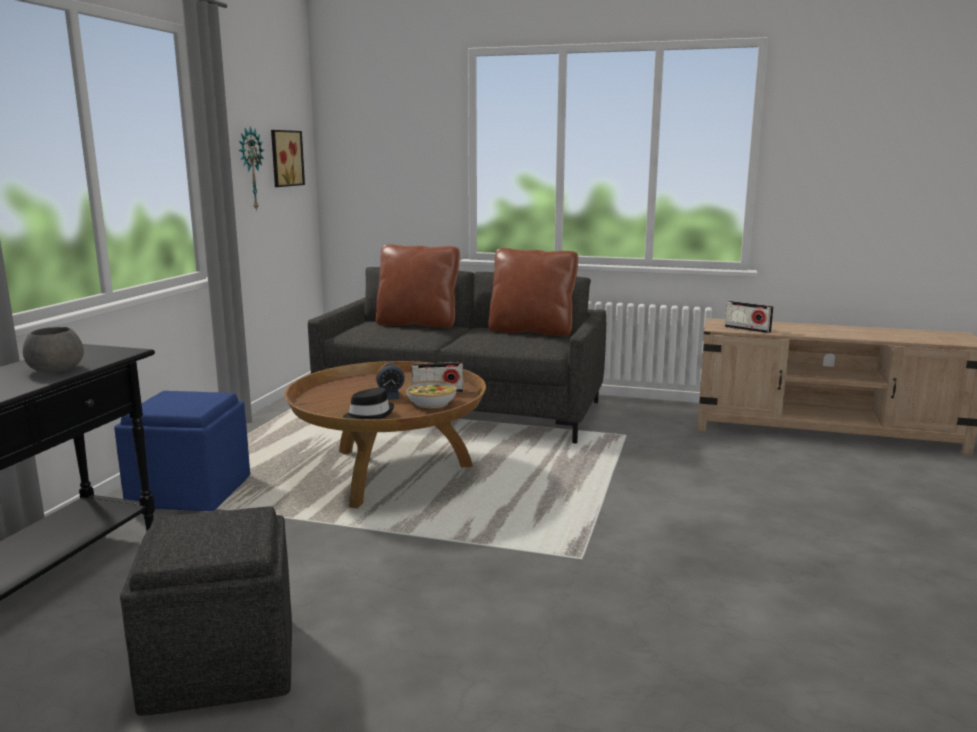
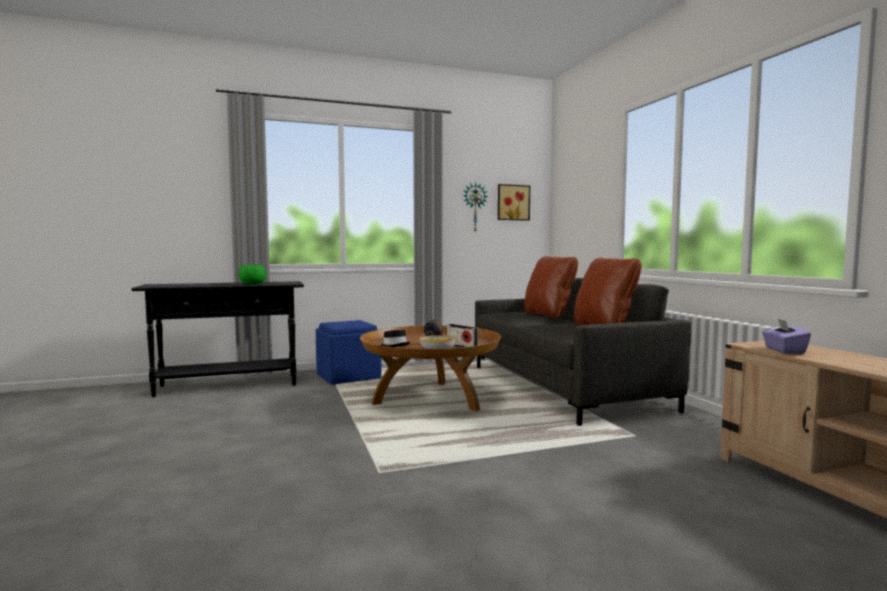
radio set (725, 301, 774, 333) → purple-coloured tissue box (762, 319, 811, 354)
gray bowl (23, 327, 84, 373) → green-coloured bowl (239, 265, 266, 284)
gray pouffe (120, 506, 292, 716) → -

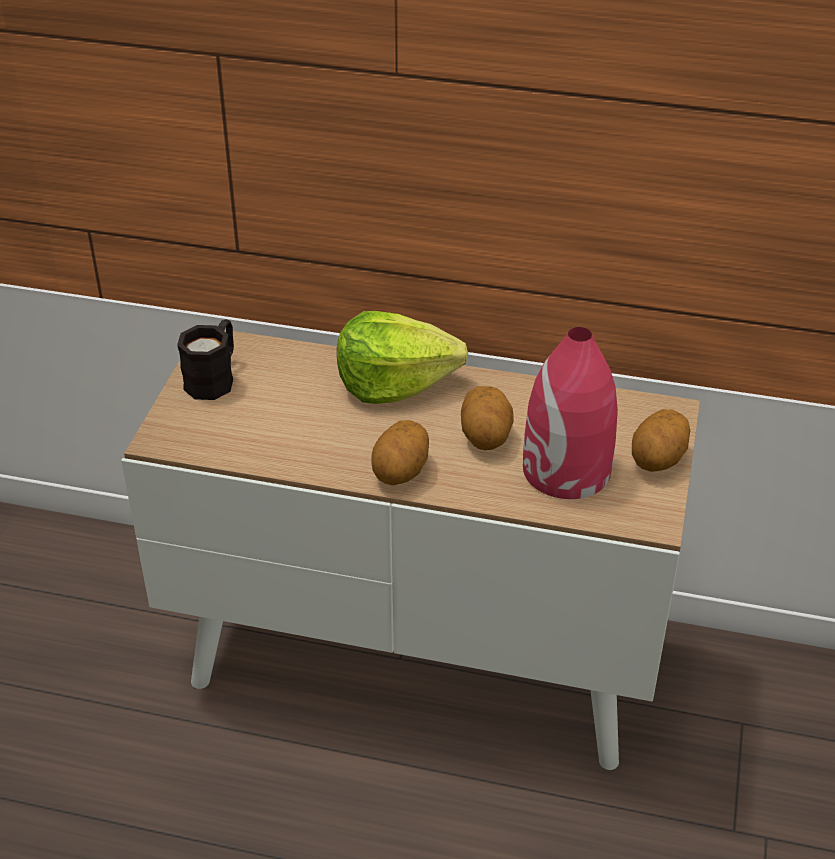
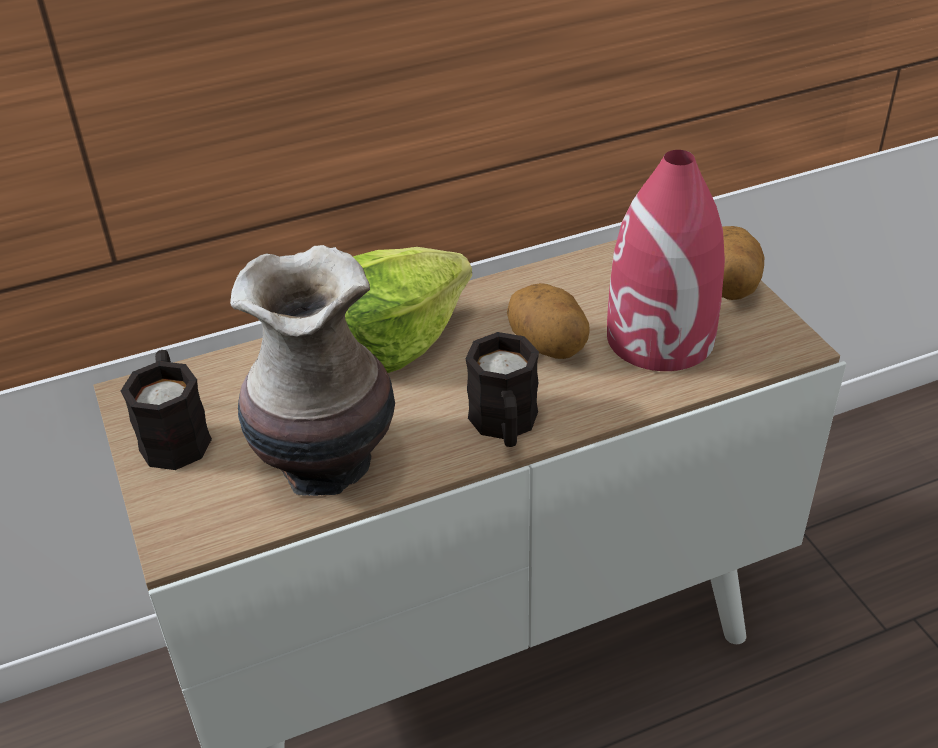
whole potato (371, 420, 429, 485) → black tea mug (465, 332, 539, 447)
- → flower vase (230, 245, 395, 496)

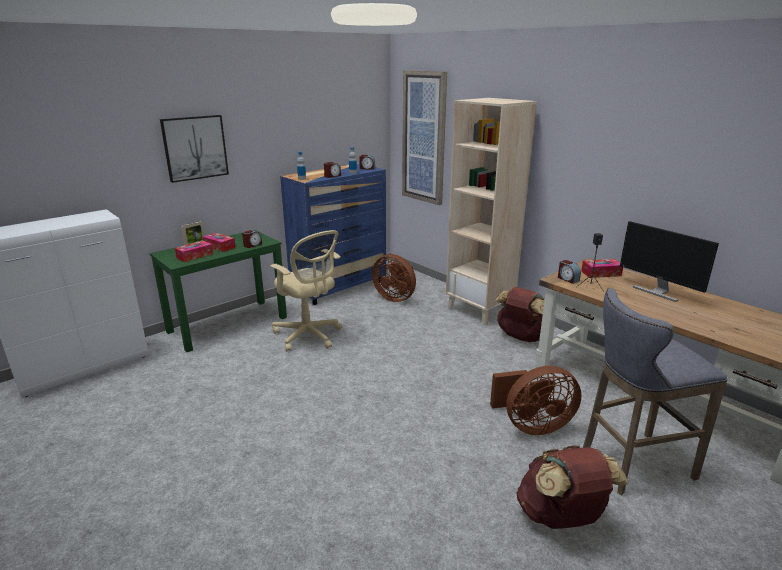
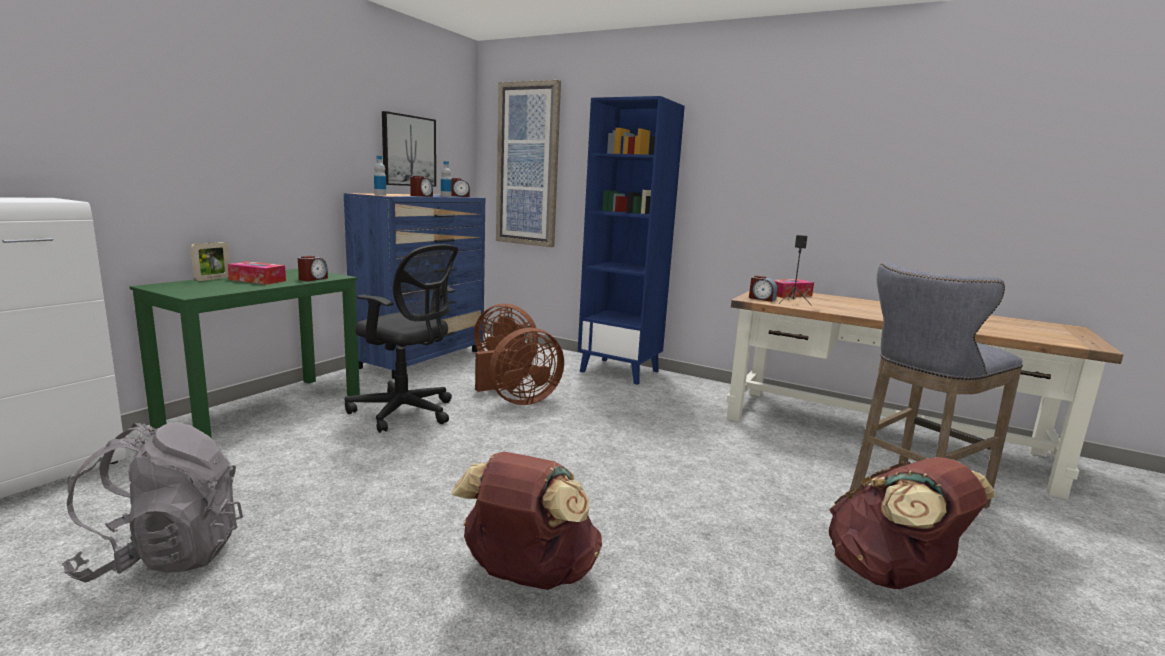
beige bookshelf (446, 98, 537, 325) → blue bookshelf (578, 96, 685, 385)
wall picture (160, 115, 229, 183) → wall picture (382, 111, 436, 187), relocated
computer display (620, 221, 719, 302) → -
beige office chair (270, 230, 342, 352) → black office chair (344, 244, 458, 433)
tissue box (175, 241, 213, 262) → -
brownish backpack (495, 287, 544, 342) → brownish backpack (451, 452, 602, 590), relocated
brownish electric fan (490, 366, 582, 435) → brownish electric fan (475, 328, 564, 405), relocated
- → gray backpack (62, 423, 243, 583)

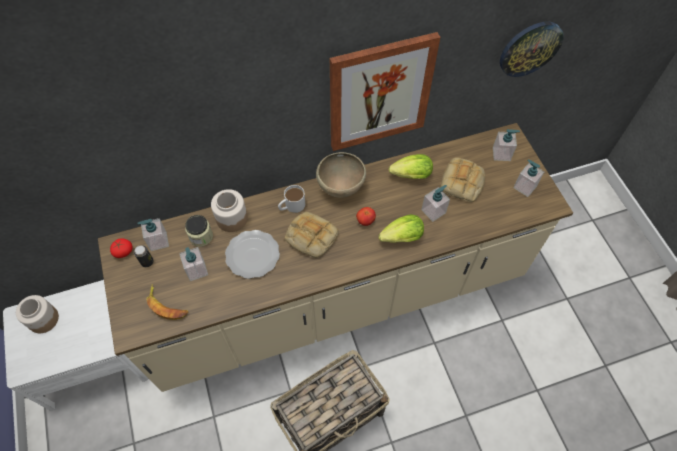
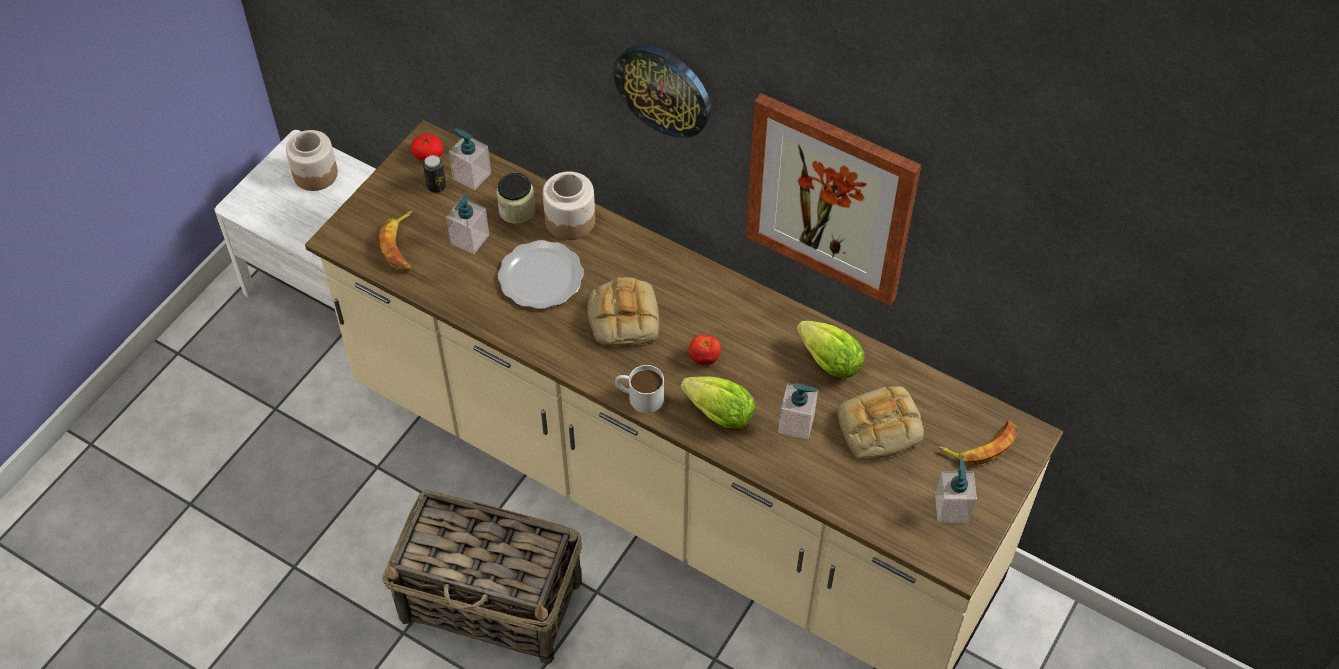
wall clock (500, 22, 564, 77) → wall clock (613, 45, 711, 138), relocated
soap bottle (493, 129, 520, 161) → banana fruit (938, 421, 1018, 464)
brownish bowl (316, 152, 366, 198) → -
white tea mug (278, 185, 305, 213) → white tea mug (615, 365, 664, 413), relocated

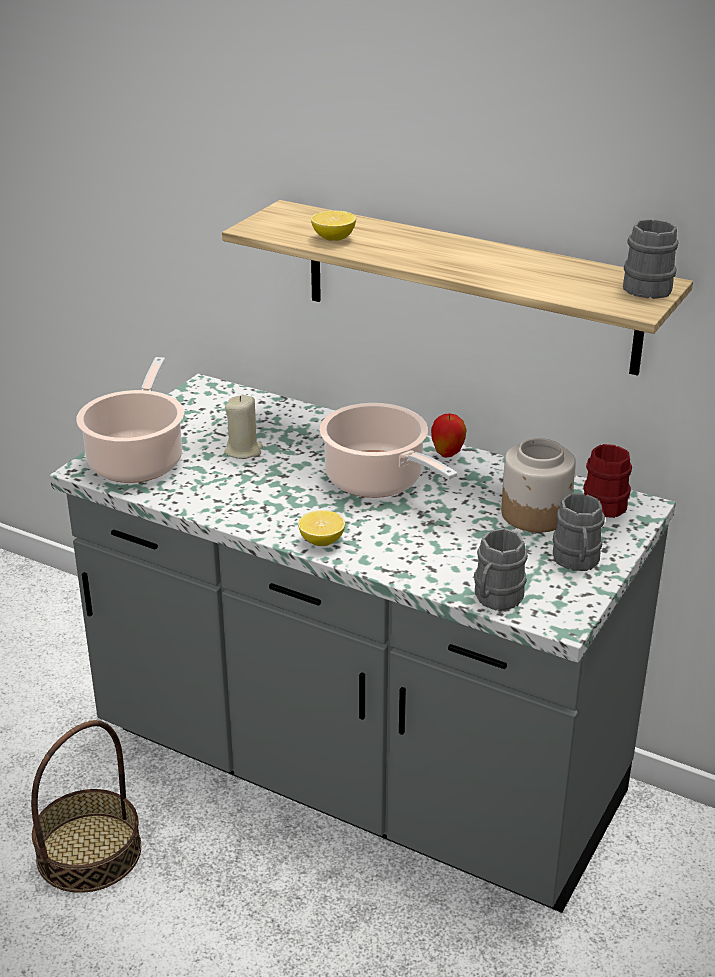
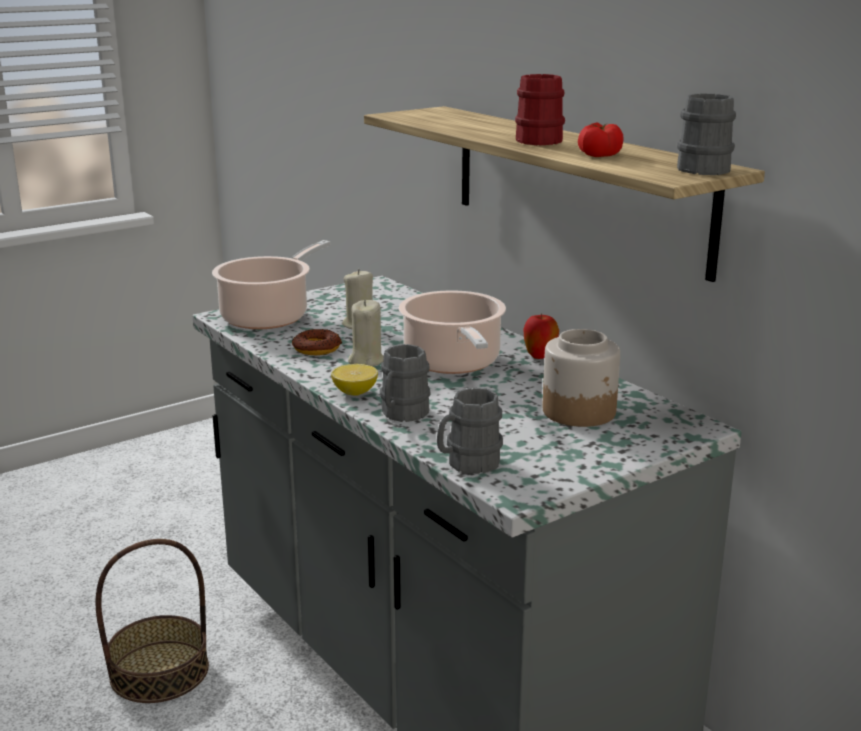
citrus fruit (311, 210, 356, 241) → -
red tea mug (583, 444, 632, 518) → red tea mug (515, 74, 565, 145), relocated
gray tea mug (553, 493, 605, 571) → gray tea mug (380, 344, 431, 422), relocated
- → fresh tomato (578, 122, 624, 157)
- → beige wax light (348, 300, 384, 367)
- → donut (292, 329, 342, 355)

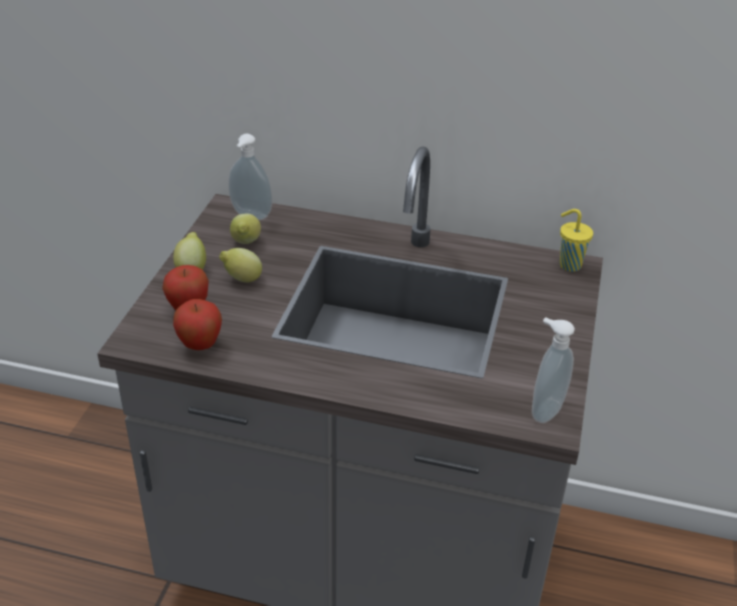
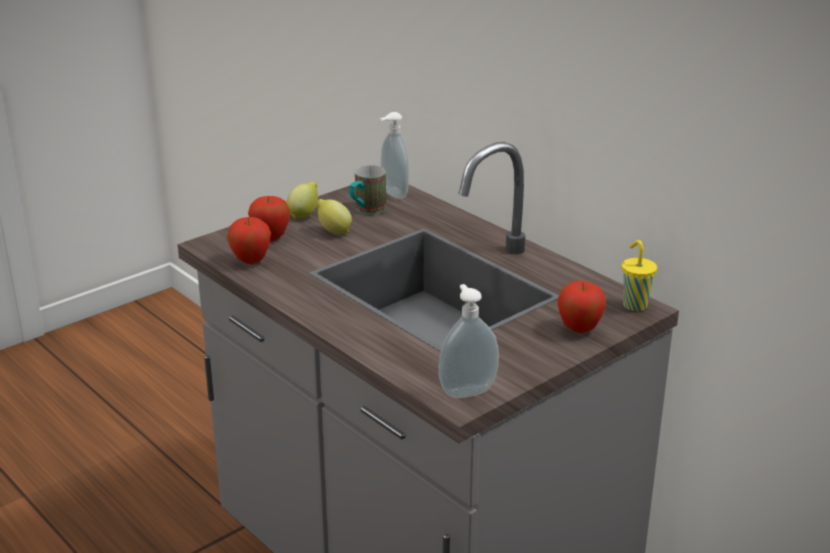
citrus fruit (230, 213, 261, 244) → tea mug (349, 165, 386, 214)
- → apple fruit (557, 280, 606, 333)

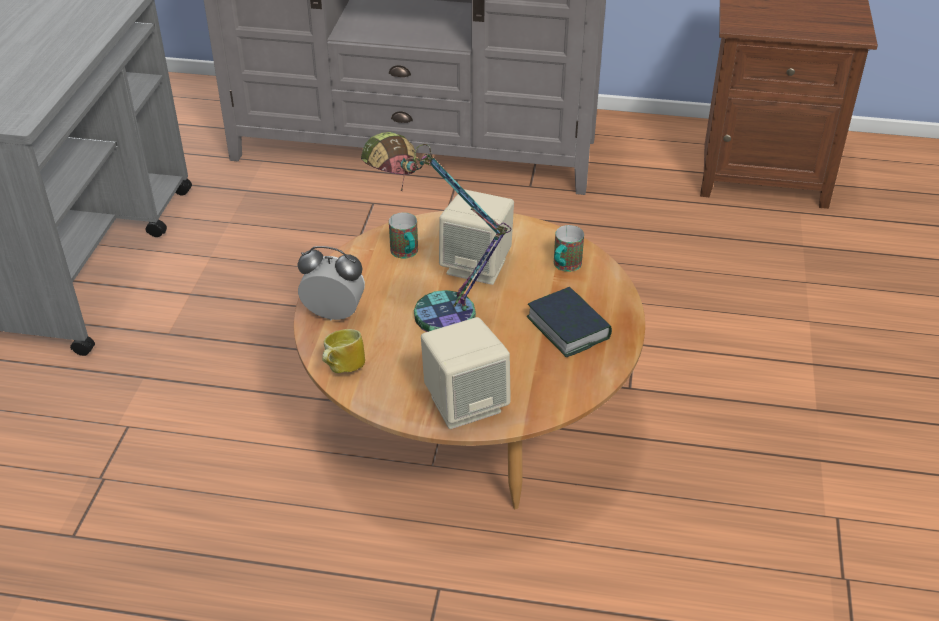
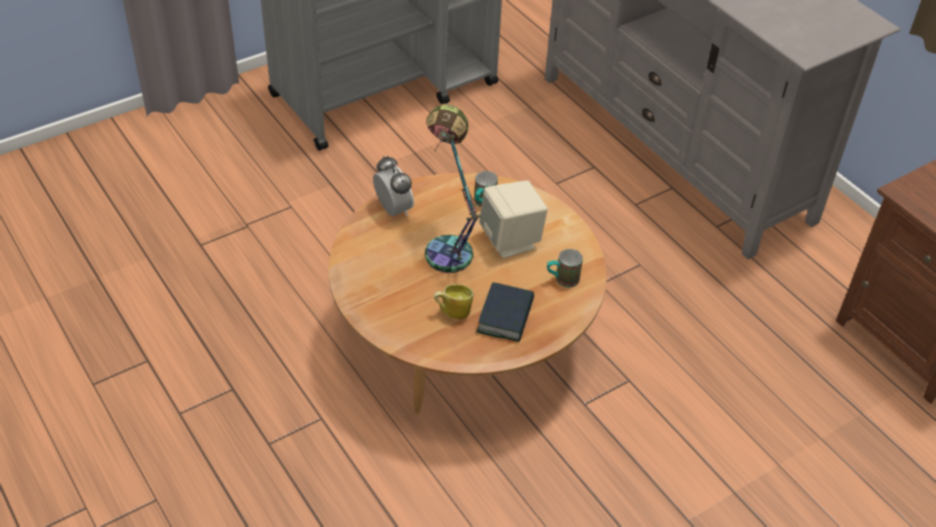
beige speaker (421, 317, 511, 429) → -
tea mug (322, 329, 365, 373) → tea mug (434, 284, 474, 320), relocated

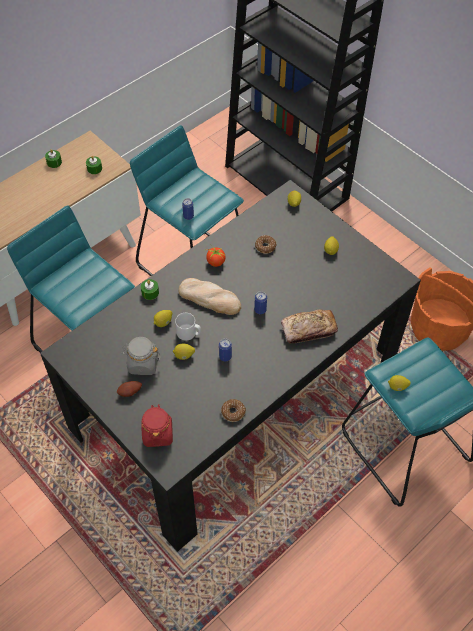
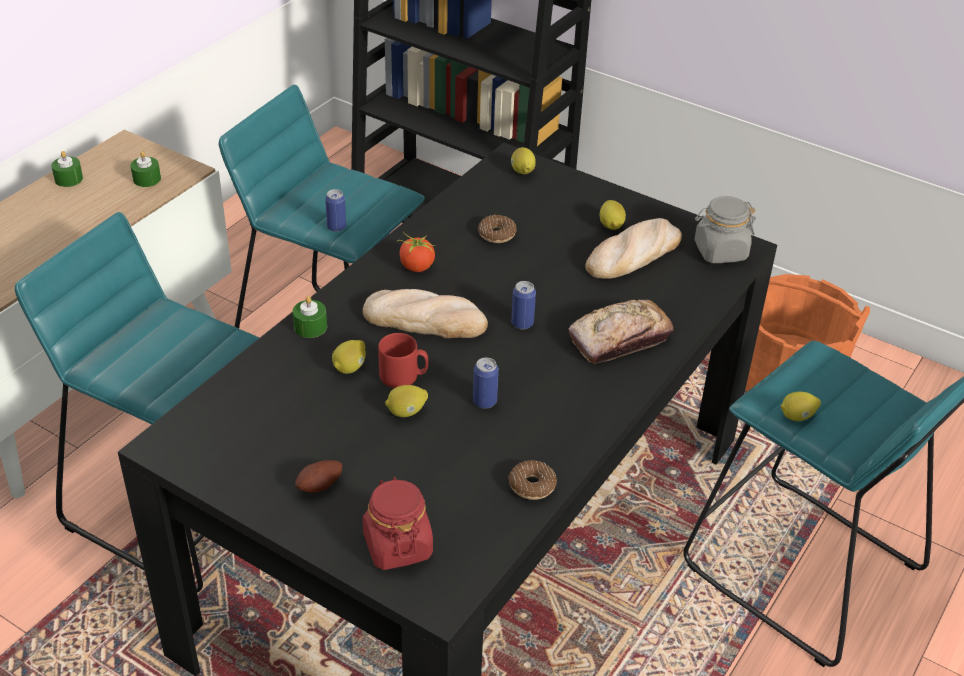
gray tea mug (175, 313, 201, 341) → red tea mug (378, 333, 428, 388)
gray storage jar (122, 337, 161, 375) → gray storage jar (694, 196, 756, 263), relocated
- → baked bread (585, 218, 682, 279)

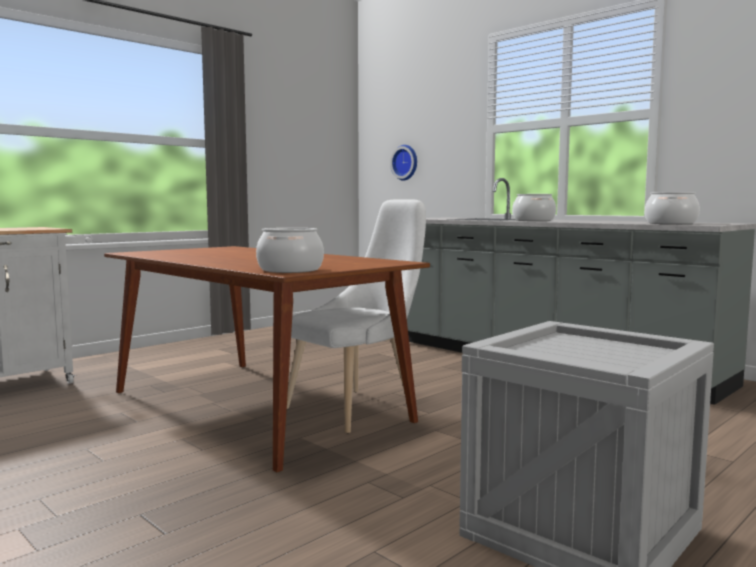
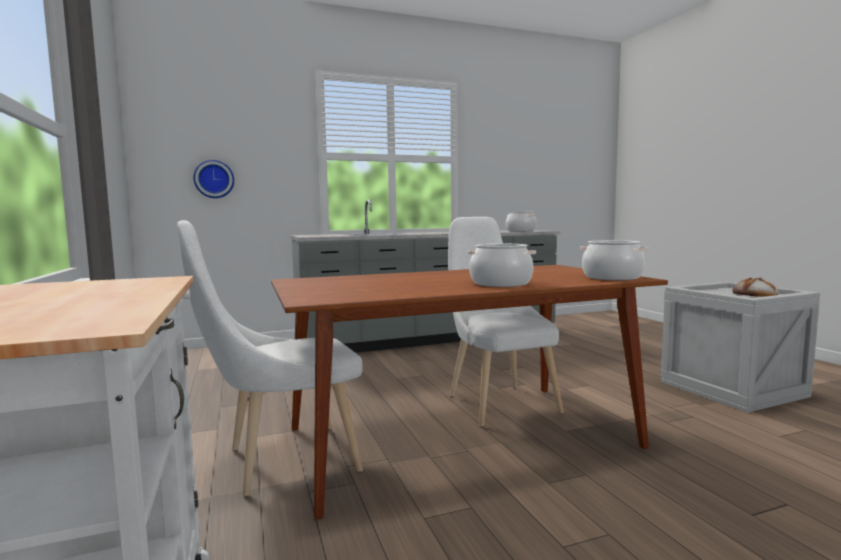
stockpot (512, 194, 556, 221) → stockpot (467, 244, 536, 287), relocated
- → white plain chair (177, 220, 363, 496)
- → baked bread (732, 277, 779, 297)

